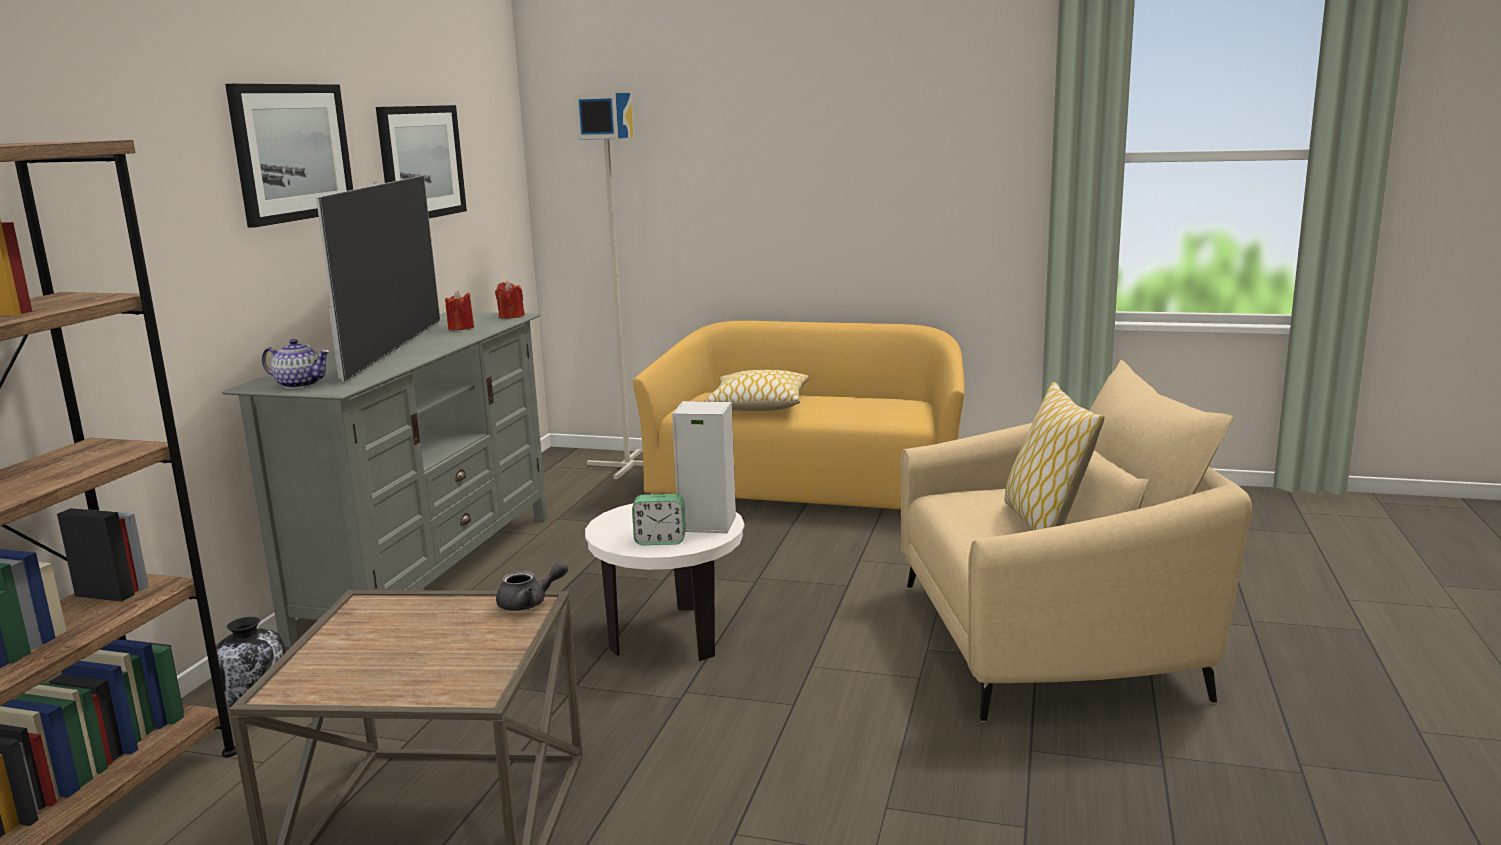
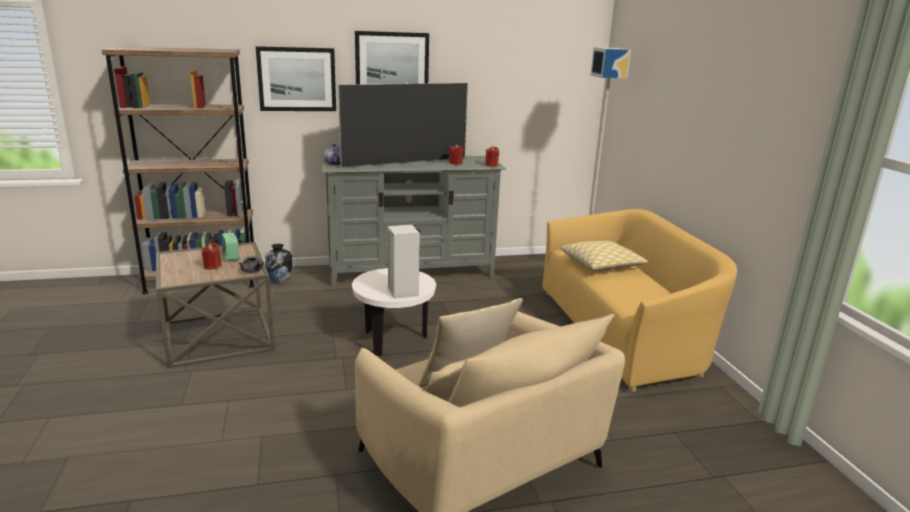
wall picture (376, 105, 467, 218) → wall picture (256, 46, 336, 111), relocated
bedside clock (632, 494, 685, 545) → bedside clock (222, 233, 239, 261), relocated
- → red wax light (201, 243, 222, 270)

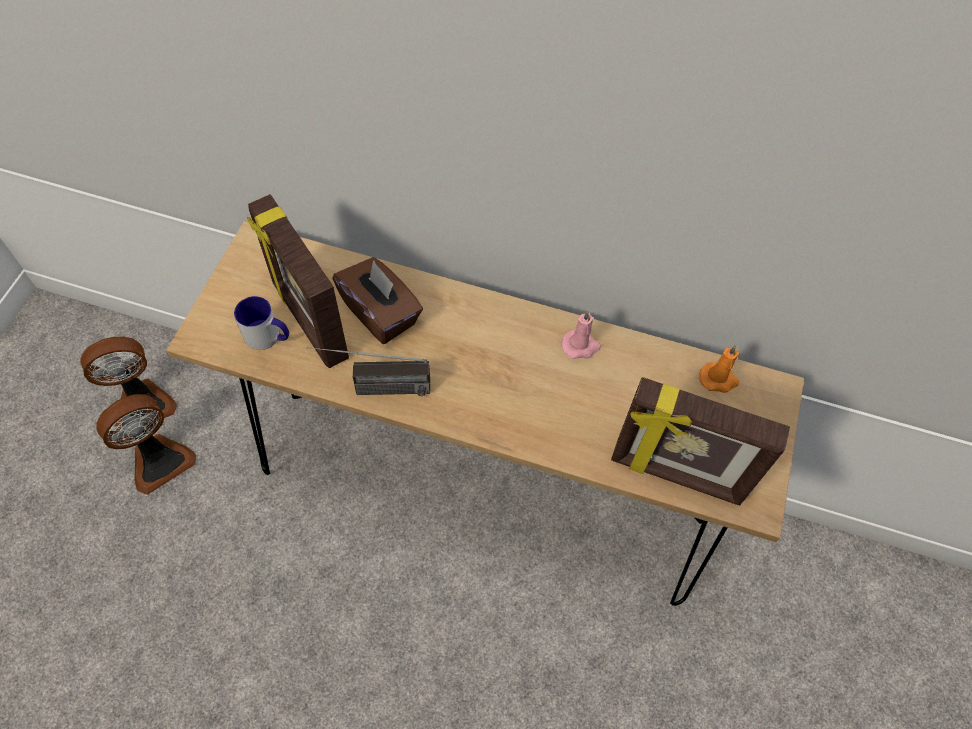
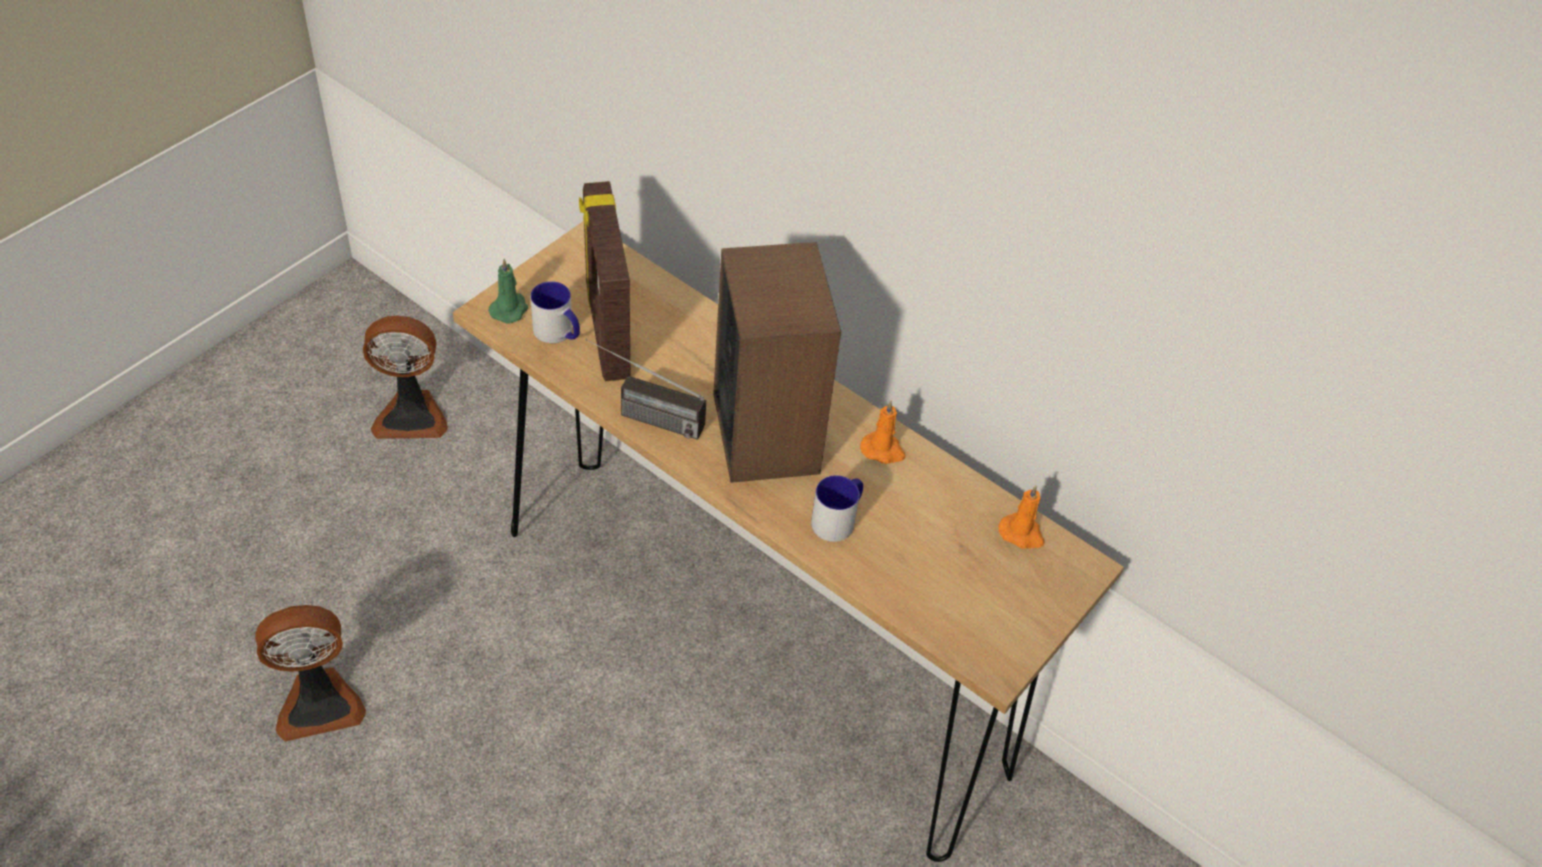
brownish tissue box (332, 257, 423, 344) → -
pink wax light (562, 311, 601, 359) → orangey wax light (860, 401, 906, 464)
picture frame (611, 377, 790, 505) → -
electric fan (96, 394, 196, 495) → electric fan (255, 605, 366, 741), relocated
- → speaker (713, 242, 841, 483)
- → green-coloured wax light (489, 258, 528, 323)
- → tea mug (811, 475, 863, 542)

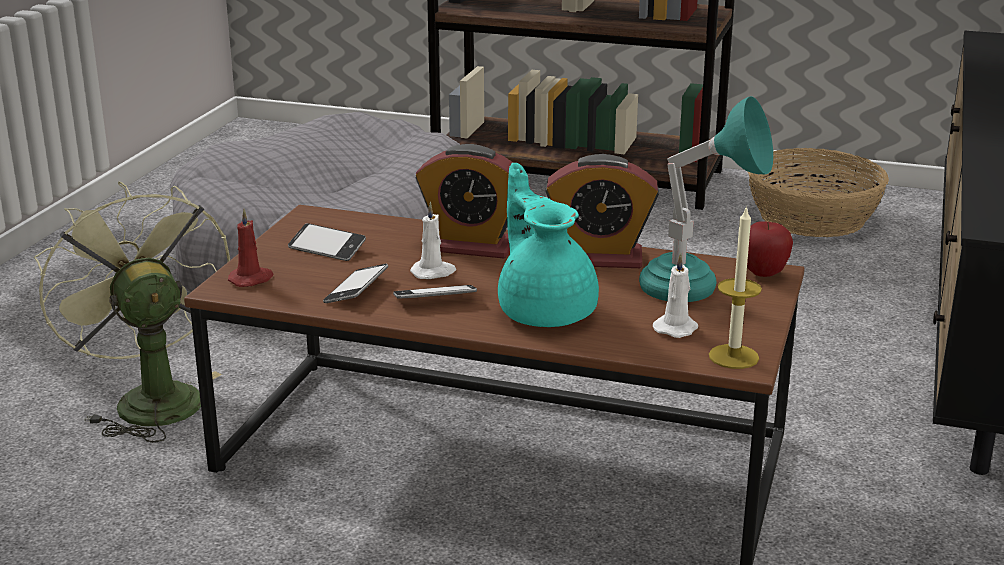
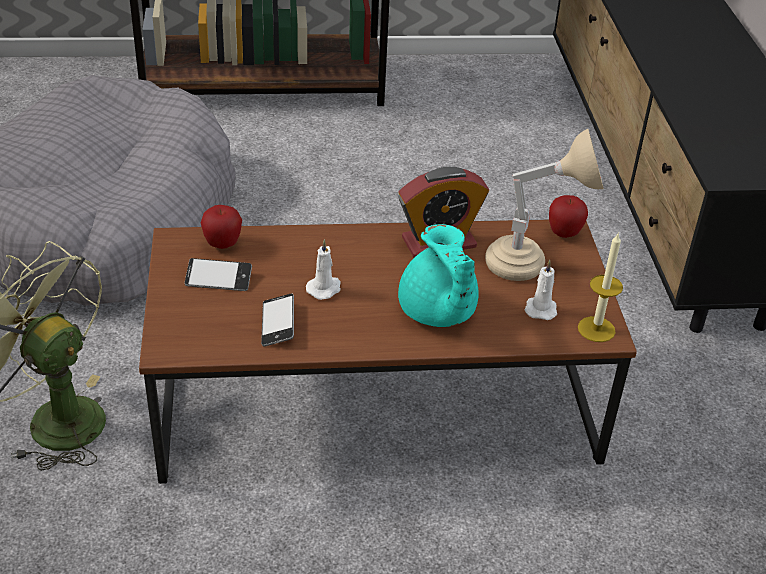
turquoise tabletop lamp (639, 96, 773, 302) → beige tabletop lamp (485, 129, 604, 281)
bedside clock (415, 144, 513, 259) → -
storage basket (747, 148, 889, 237) → -
turquoise teapot (498, 163, 599, 327) → turquoise teapot (398, 224, 479, 327), 150 degrees counterclockwise
red wax light (228, 209, 274, 287) → -
phone (393, 285, 477, 298) → -
- → apple fruit (201, 205, 242, 249)

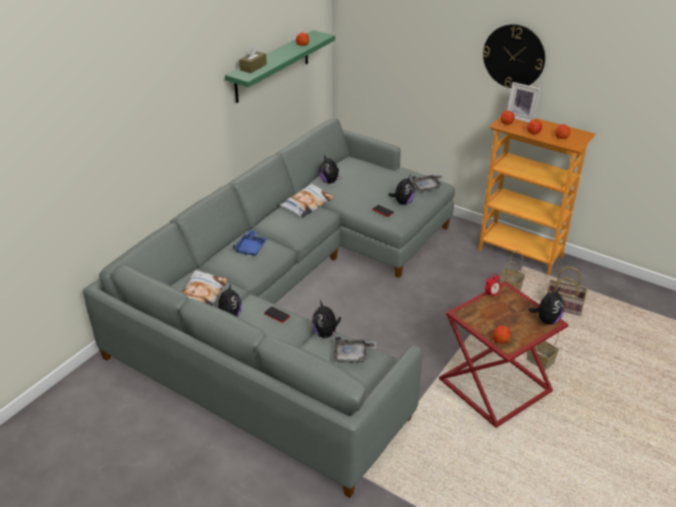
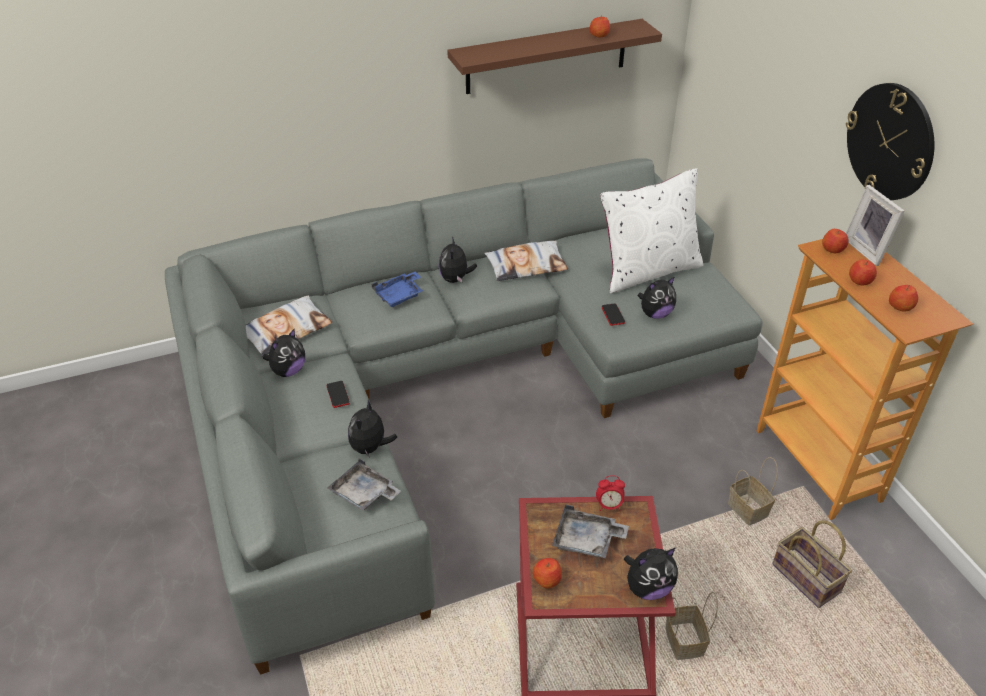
green-coloured shelf (225, 30, 335, 103) → brownish shelf (447, 19, 662, 94)
brownish tissue box (239, 46, 267, 73) → -
soft toy (319, 155, 341, 184) → soft toy (439, 237, 477, 283), relocated
gray tray (412, 174, 443, 192) → gray tray (552, 504, 629, 558), relocated
- → white pillow (600, 168, 703, 293)

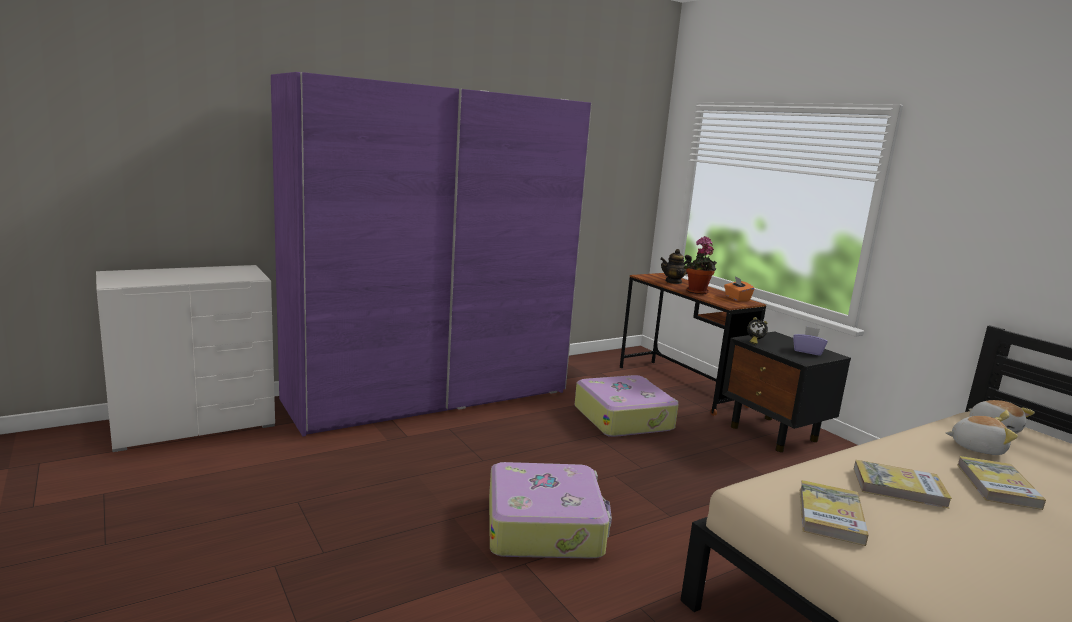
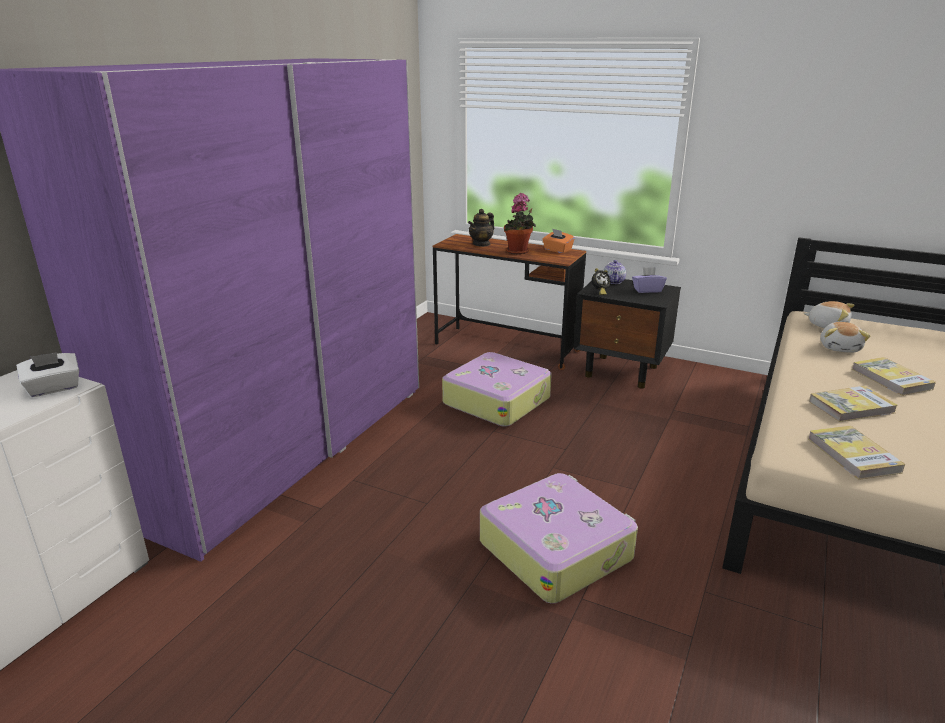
soft toy (945, 416, 1018, 455) → soft toy (820, 322, 870, 353), 120 degrees clockwise
- → teapot (603, 260, 626, 284)
- → white tissue box (16, 352, 79, 397)

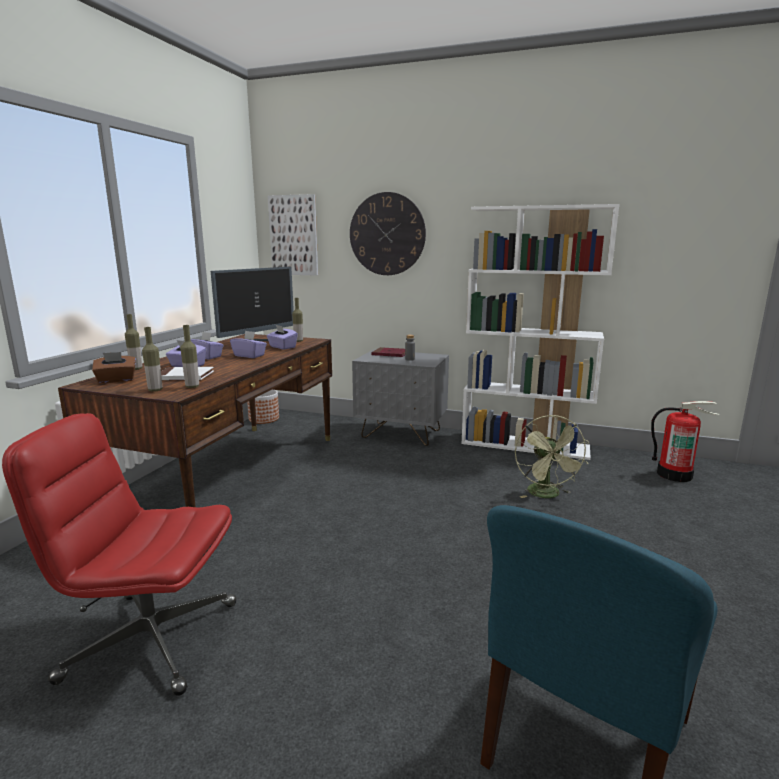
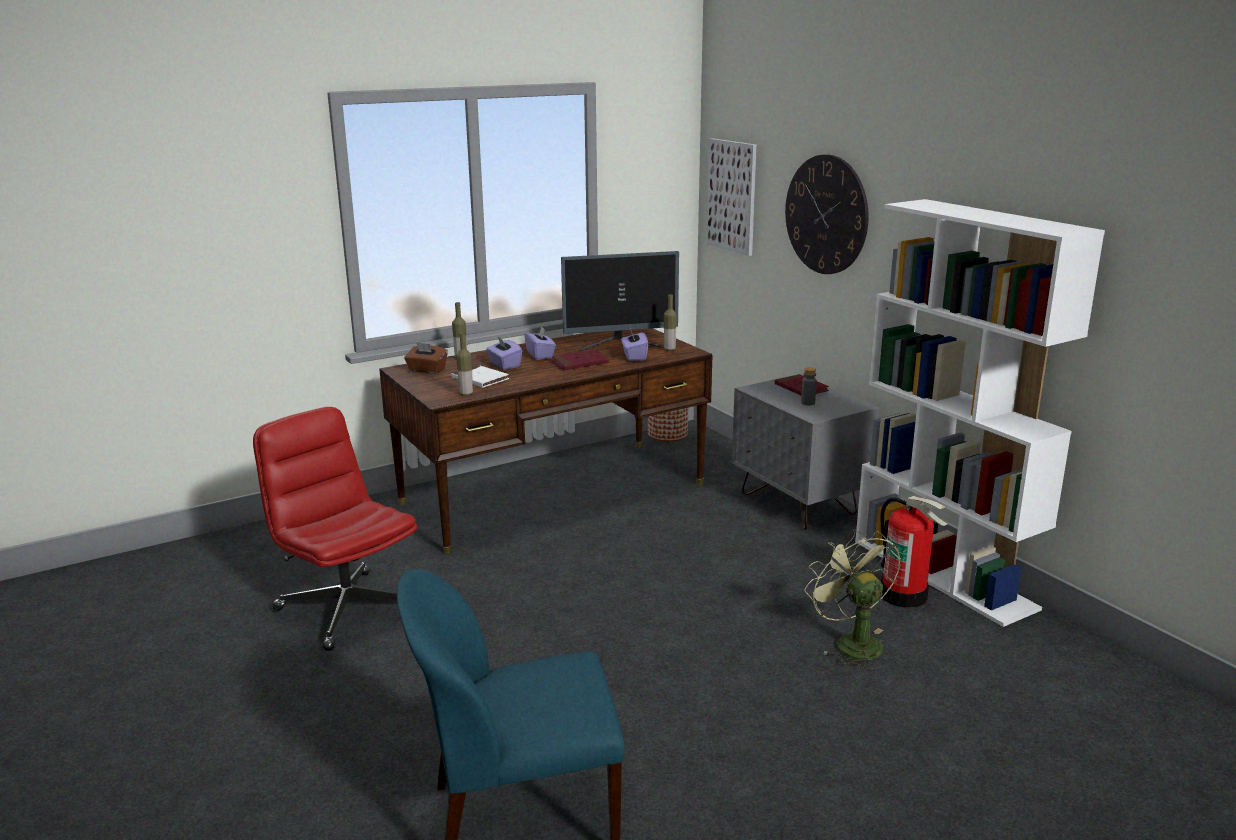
beverage bottle (142, 327, 162, 392) → -
purple-coloured tissue box (230, 331, 267, 358) → red volume (552, 349, 609, 371)
fire extinguisher (651, 401, 719, 482) → fire extinguisher (881, 496, 948, 608), relocated
green-coloured electric fan (515, 415, 589, 498) → green-coloured electric fan (804, 530, 901, 670), 120 degrees clockwise

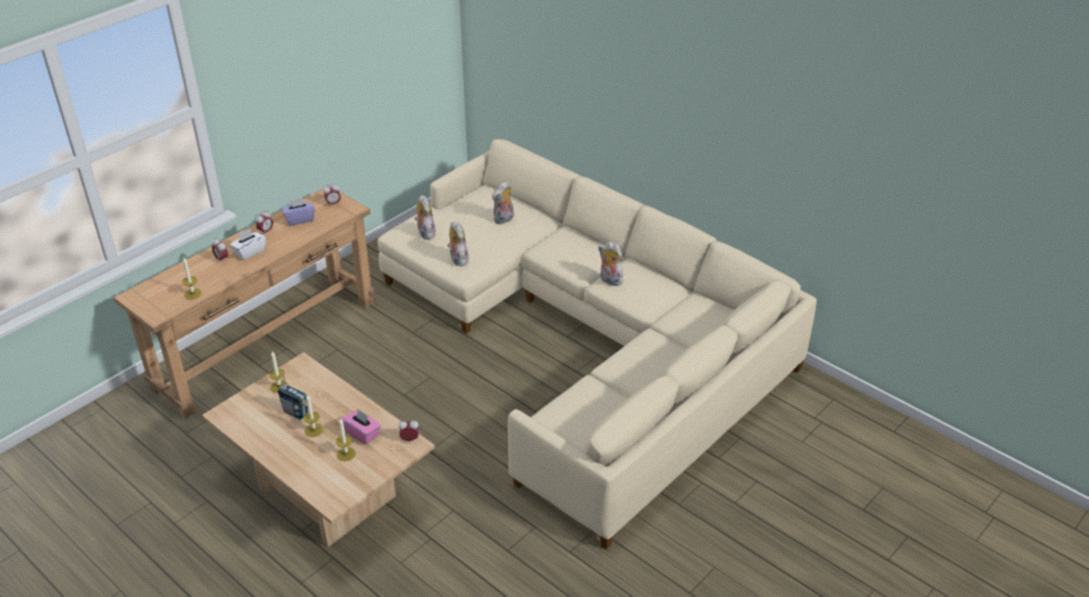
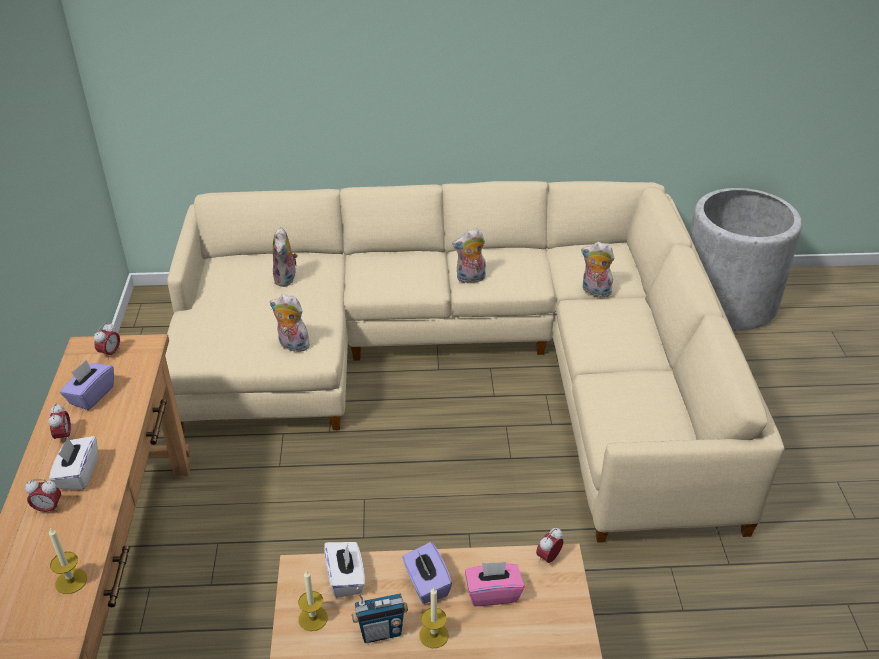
soft toy (414, 195, 436, 239) → soft toy (581, 242, 614, 297), relocated
wax light (336, 418, 356, 461) → -
- → gray planter (689, 188, 802, 330)
- → white tissue box (324, 542, 365, 598)
- → purple-coloured tissue box (402, 542, 452, 604)

